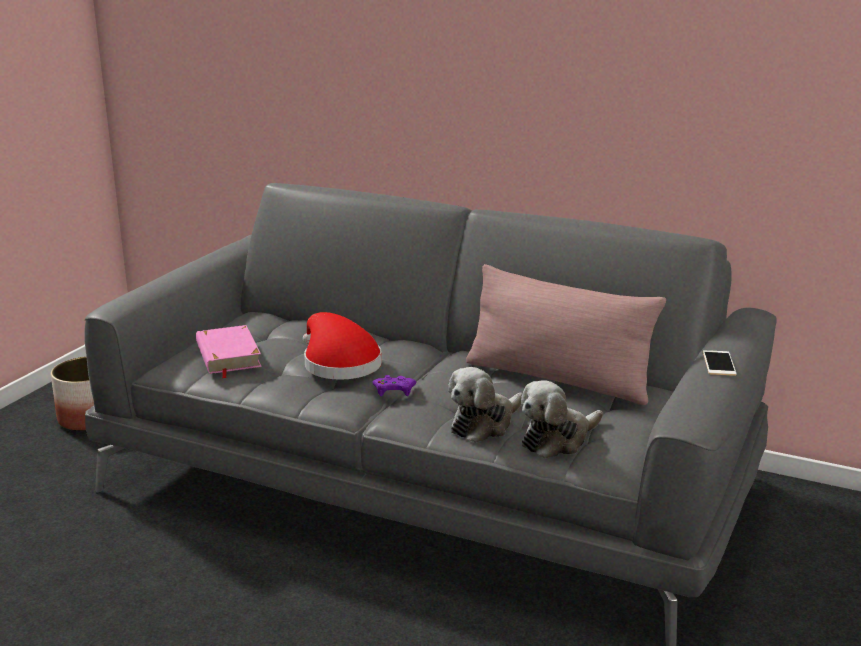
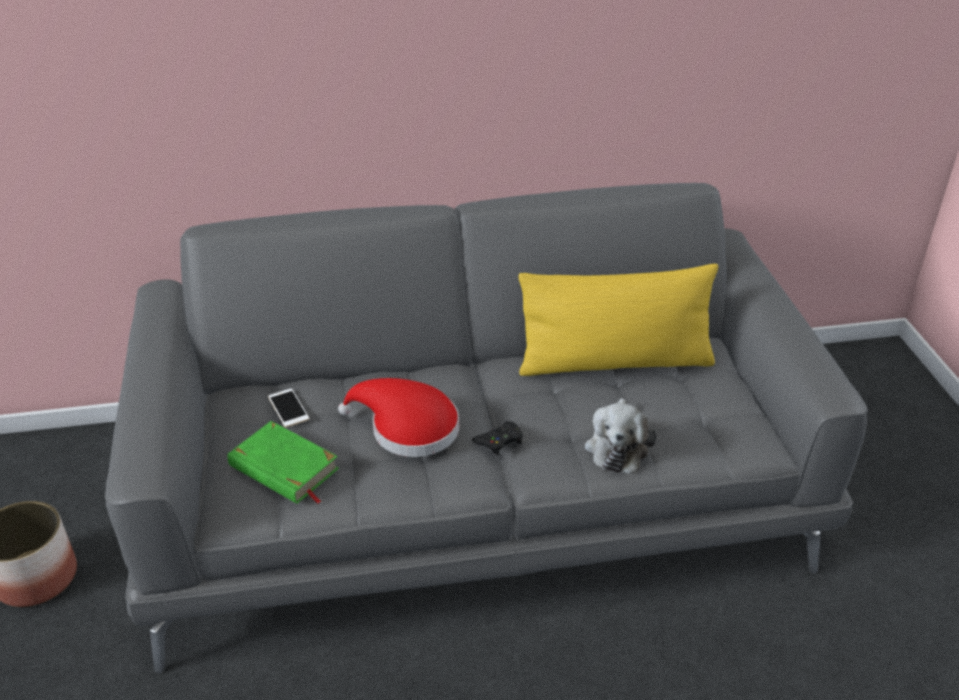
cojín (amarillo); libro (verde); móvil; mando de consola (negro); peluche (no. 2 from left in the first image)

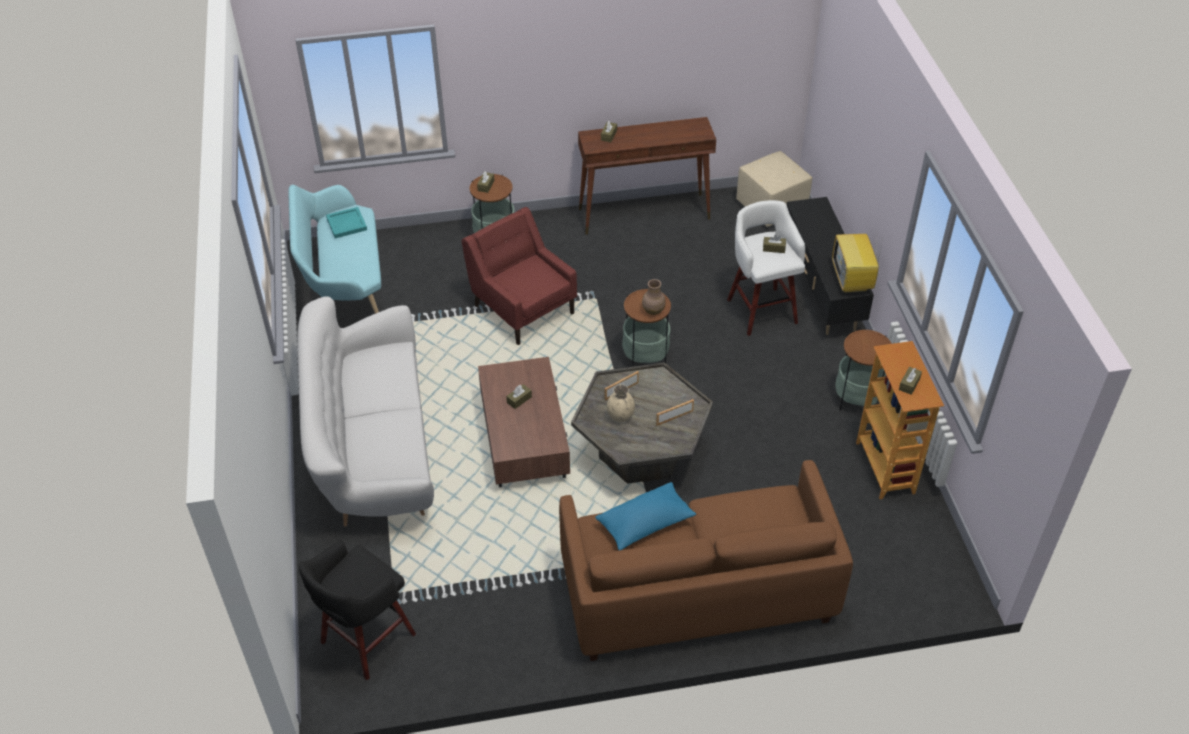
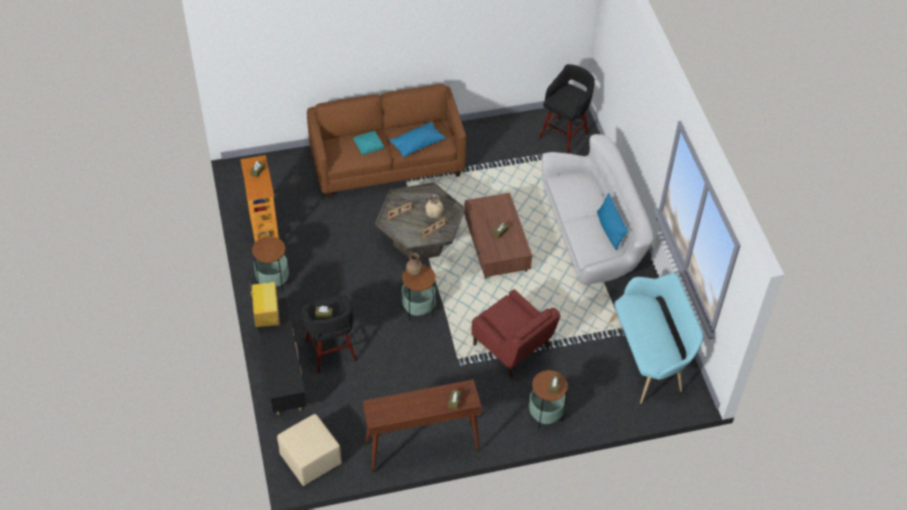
taburete (negro) (no. 1 from left); bandeja (turquesa); cojín (azul) (no. 2 from left)

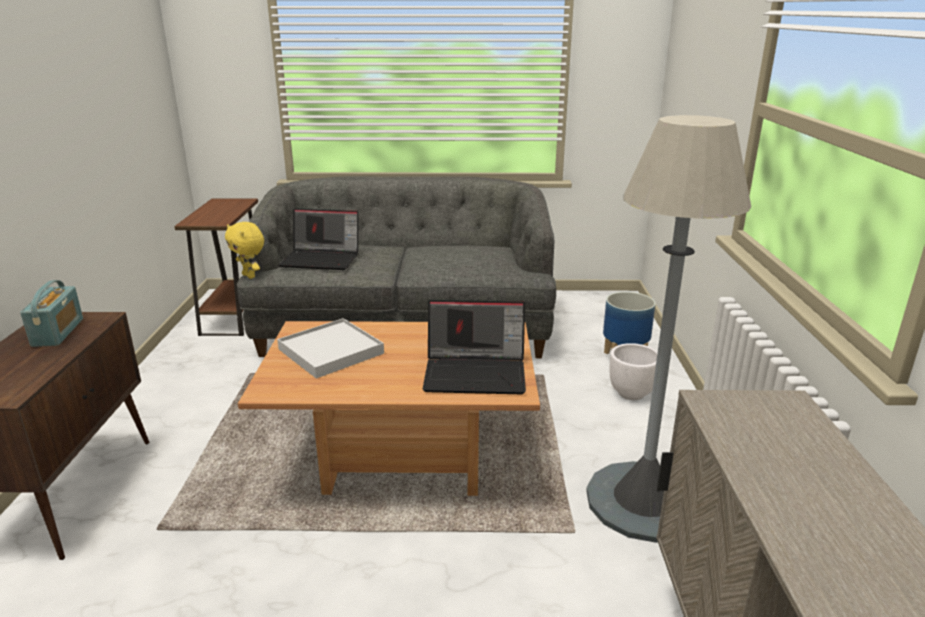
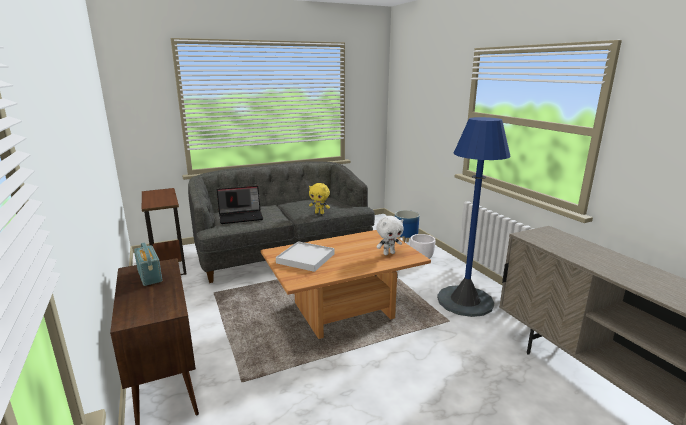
lámpara de pie (azul); peluche (amarillo); peluche (blanco)

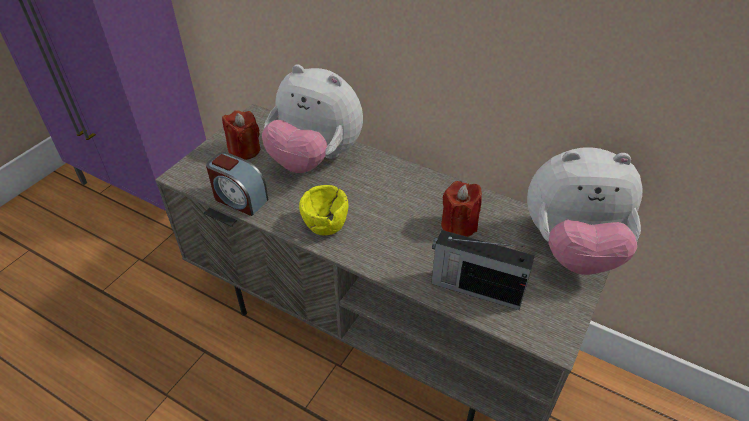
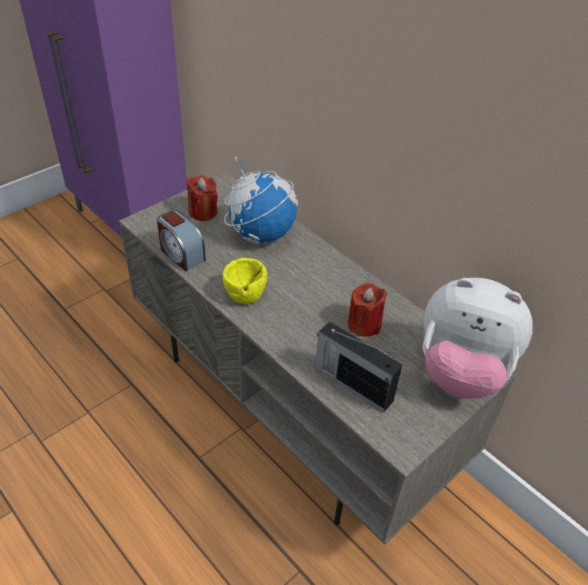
globo terráqueo

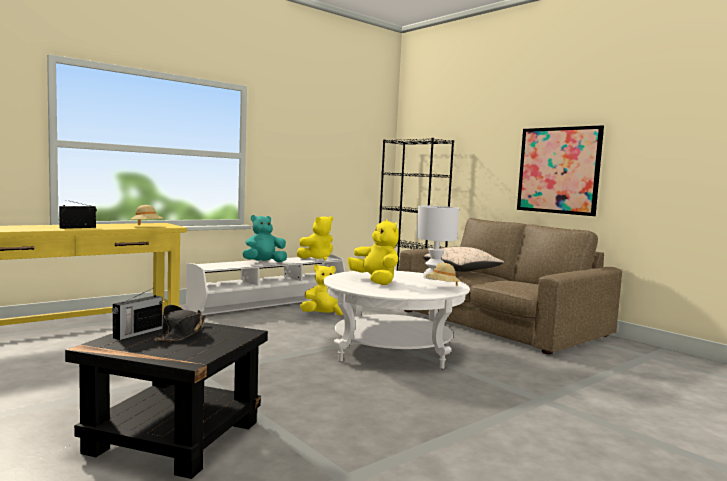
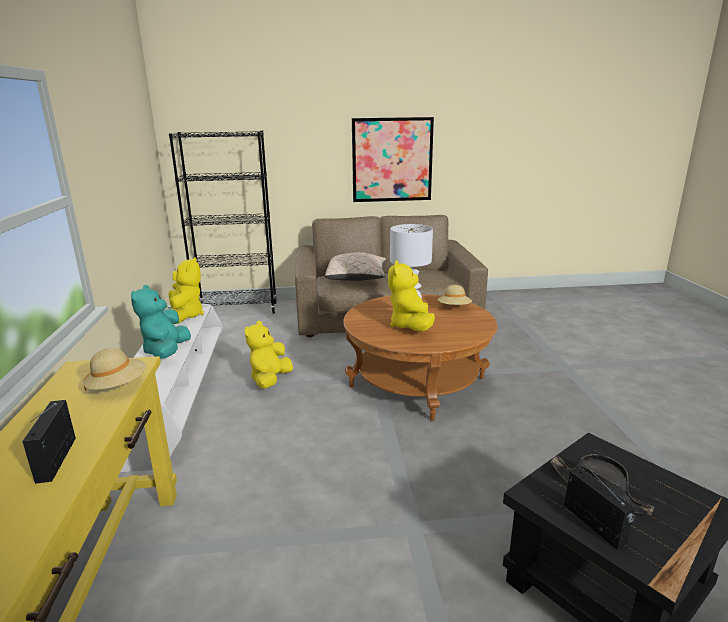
peluche (amarillo) (no. 3 from left); mesa de centro (marrón)

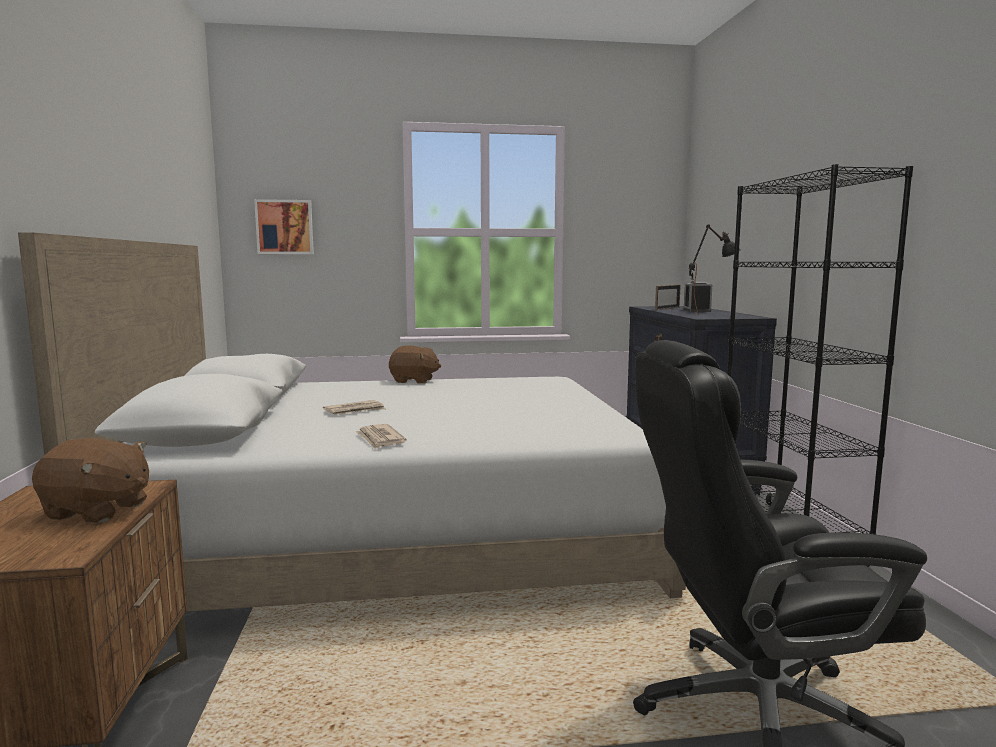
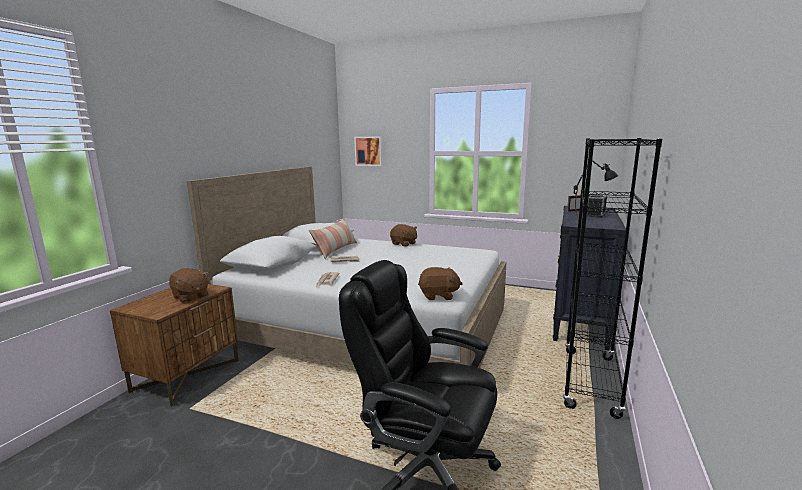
cojín; peluche (marrón) (no. 3 from left)

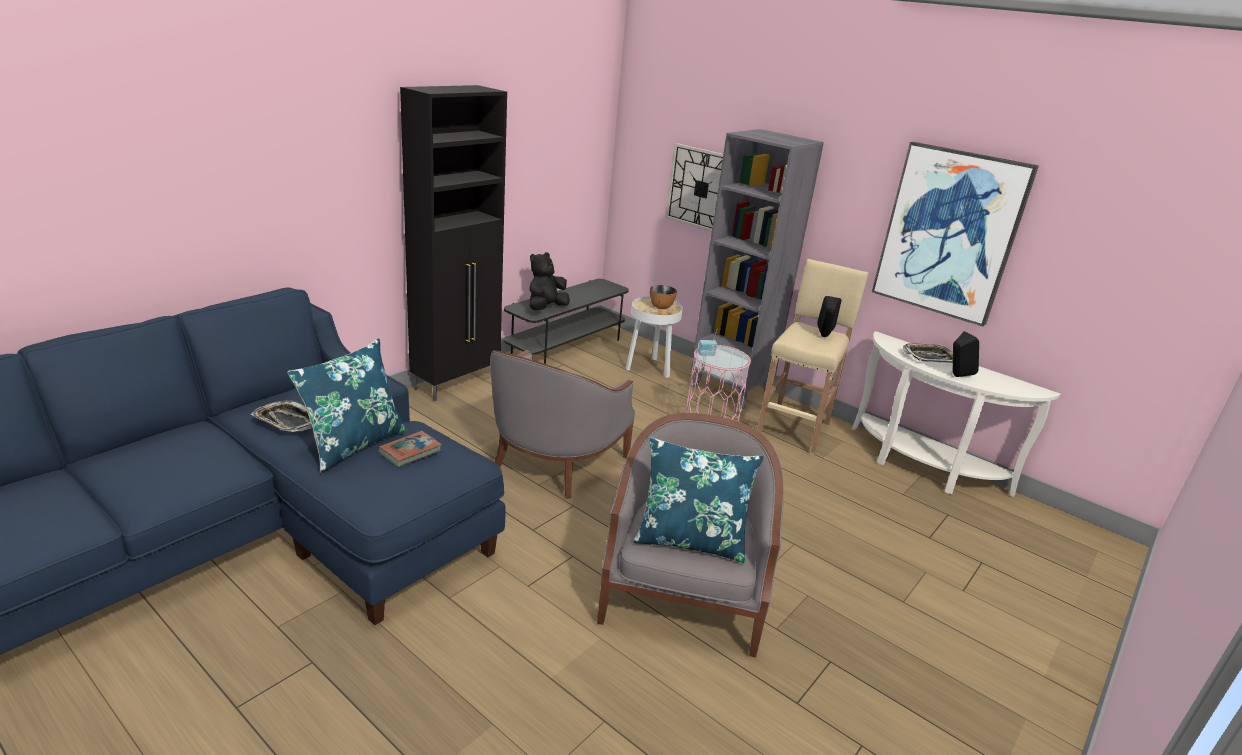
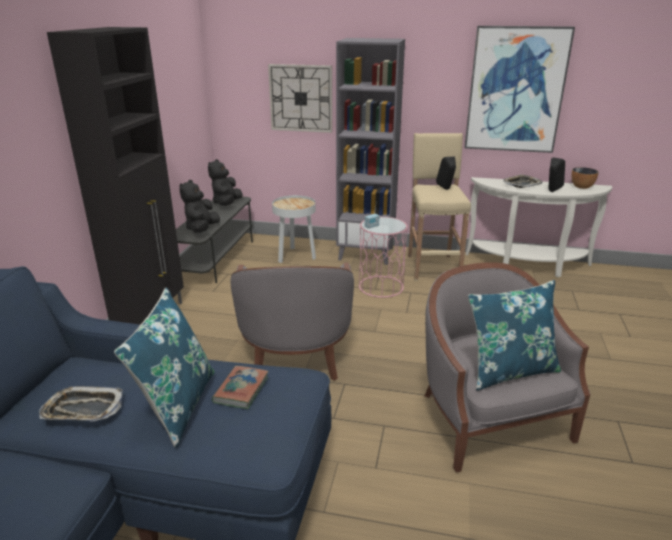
cuenco; peluche (negro) (no. 2 from left)

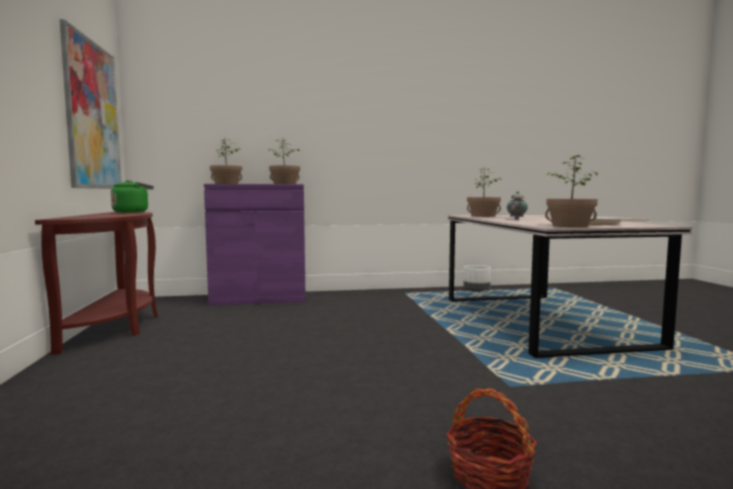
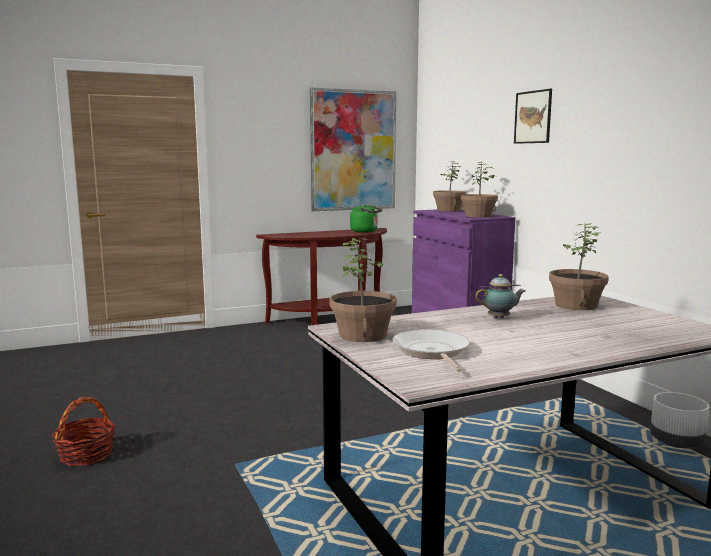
cuadro (no. 2 from left)

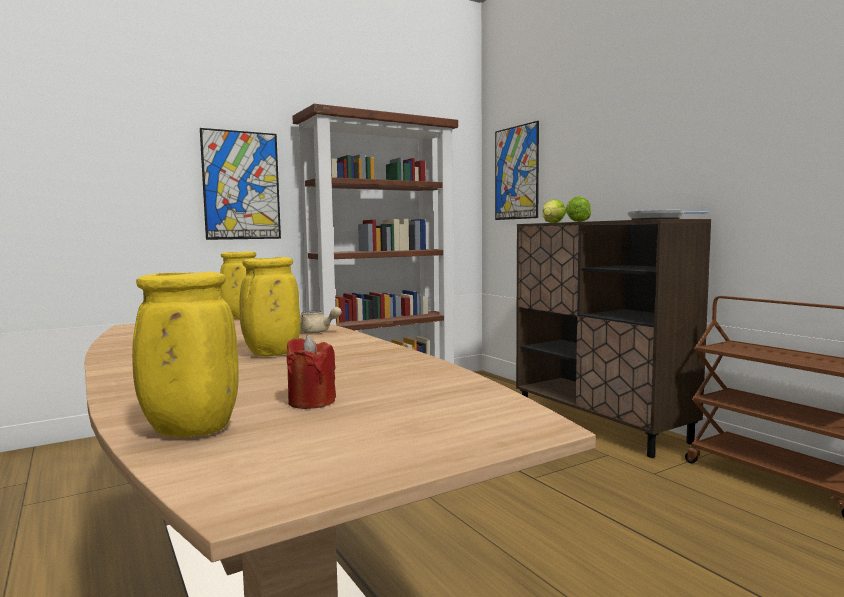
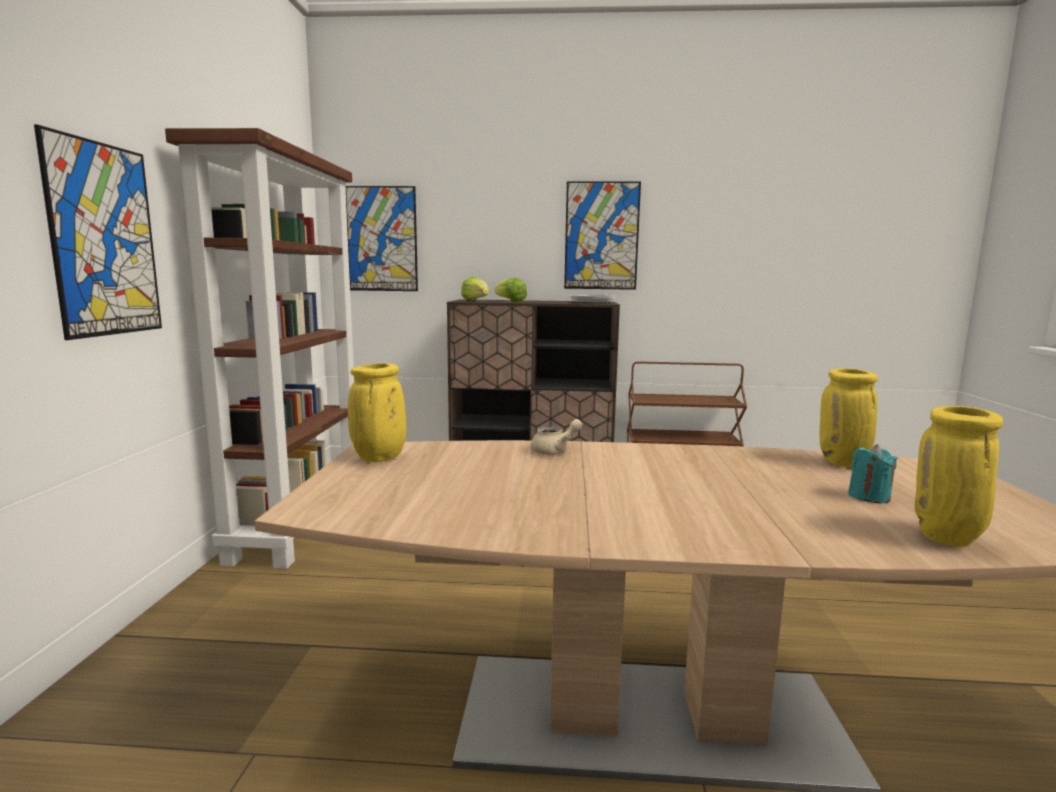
florero (amarillo) (no. 2 from left); vela (turquesa); cuadro (no. 3 from left)

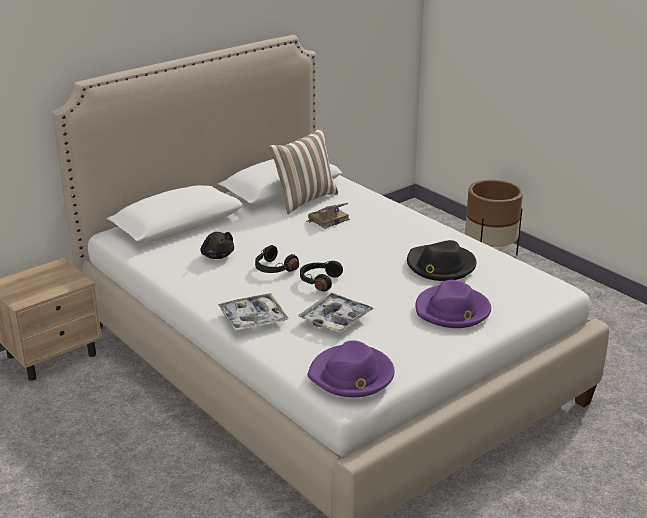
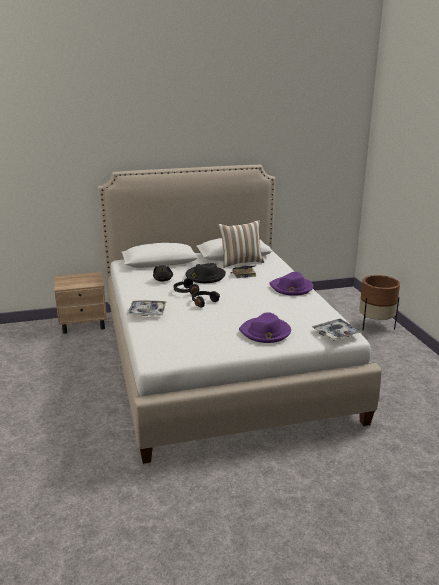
sombrero (negro); bandeja (no. 2 from left); sombrero (morado) (no. 2 from left)

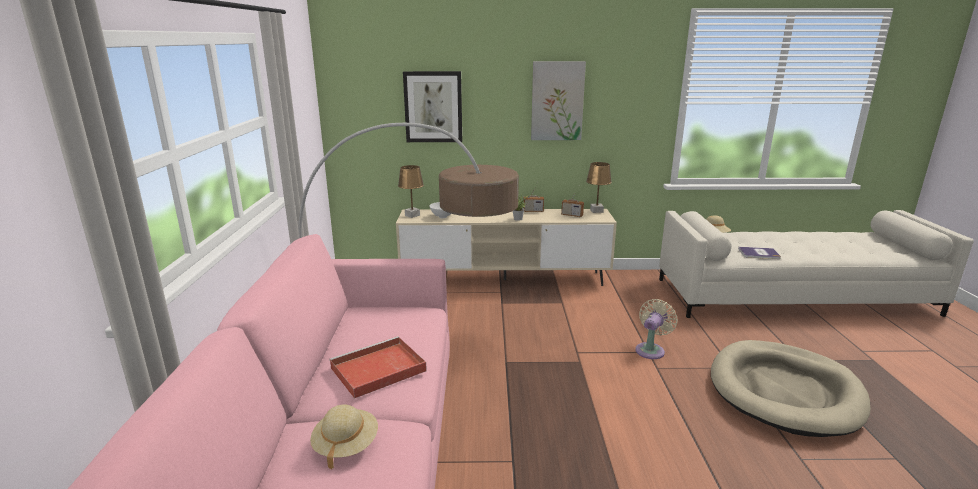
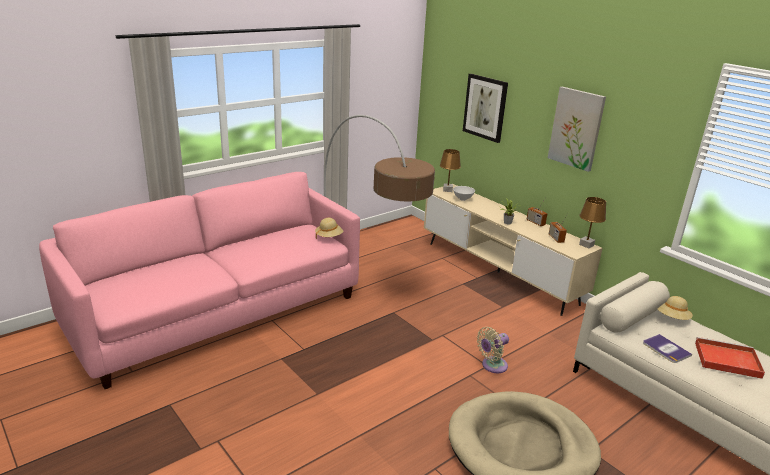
ventilador (beis); bandeja (rojo); sombrero (beis) (no. 1 from left)

